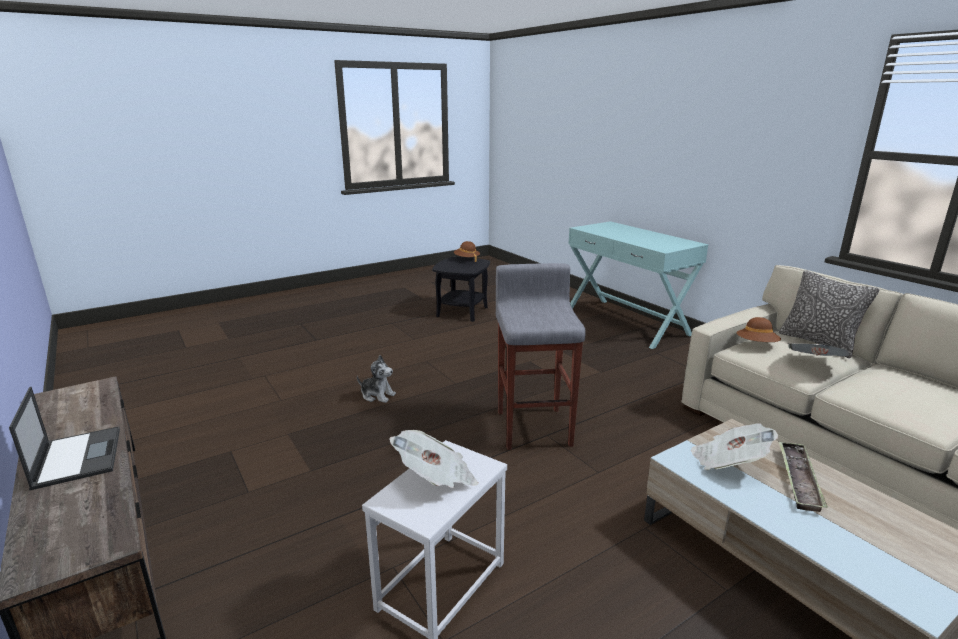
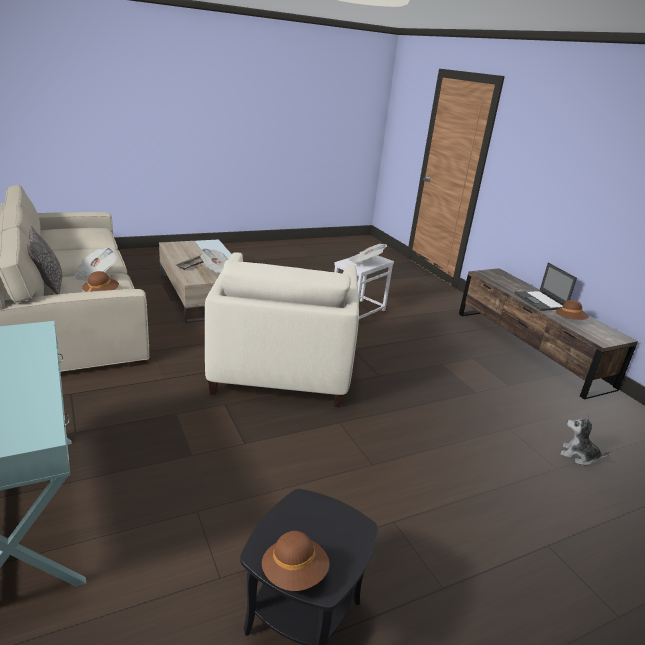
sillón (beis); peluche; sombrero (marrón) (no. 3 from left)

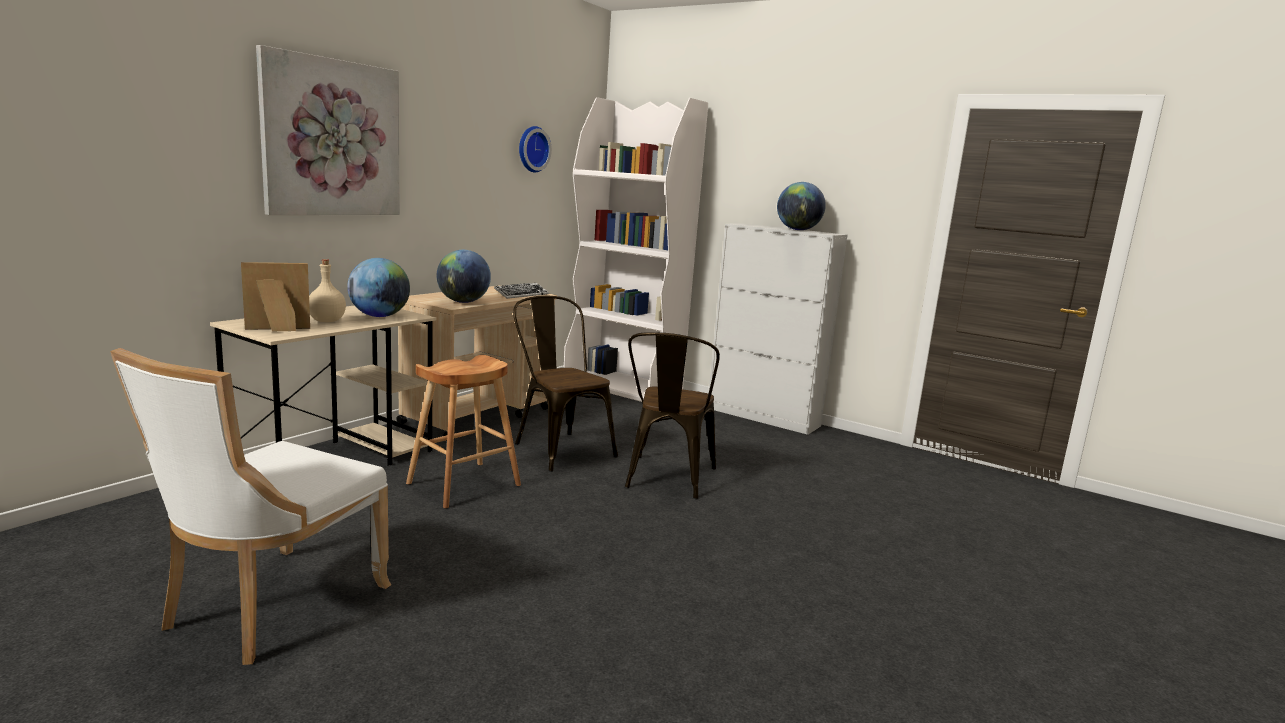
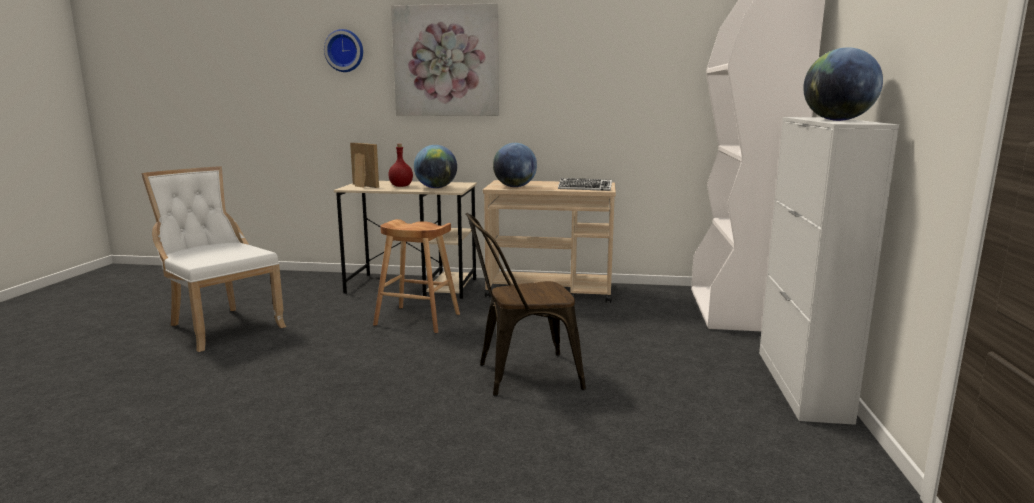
reloj de pared; botella (rojo); silla (marrón) (no. 1 from left in the first image); silla (blanco)

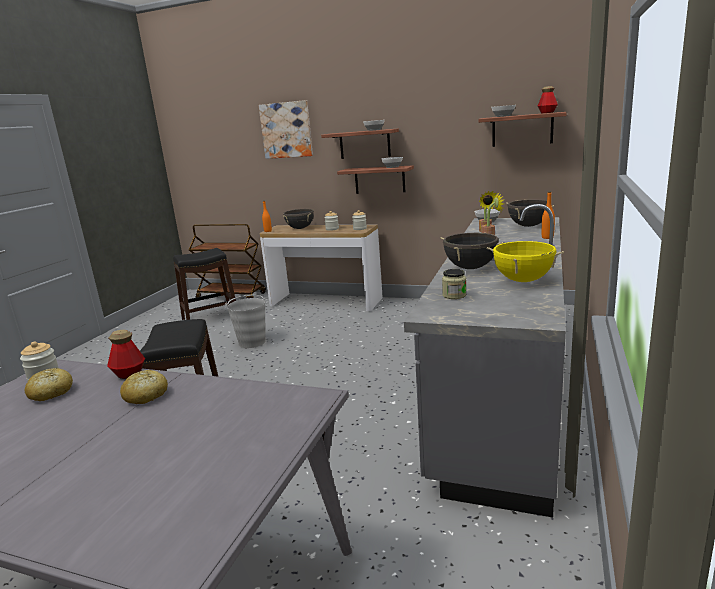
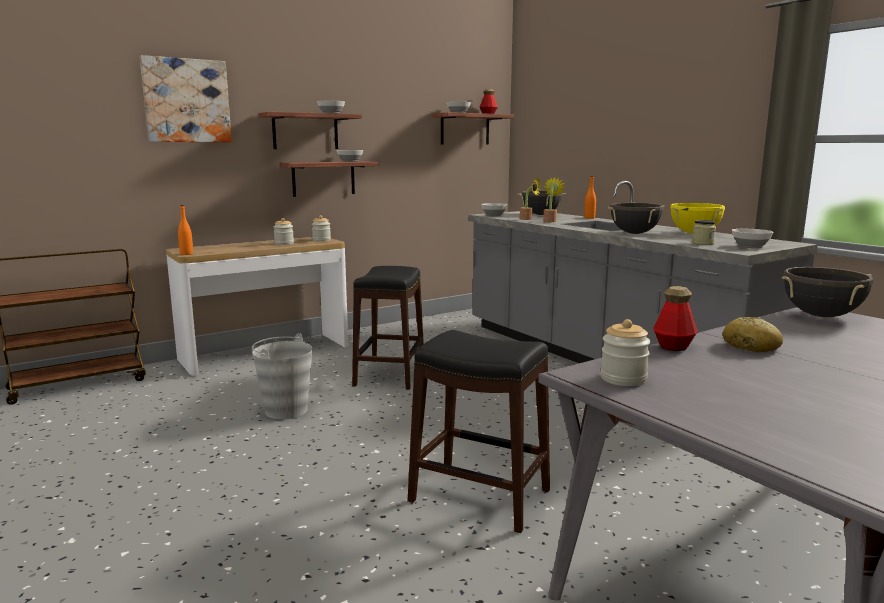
olla (negro) (no. 3 from left); taburete (negro) (no. 1 from left); pan (no. 1 from left in the first image); cuenco (no. 5 from left)

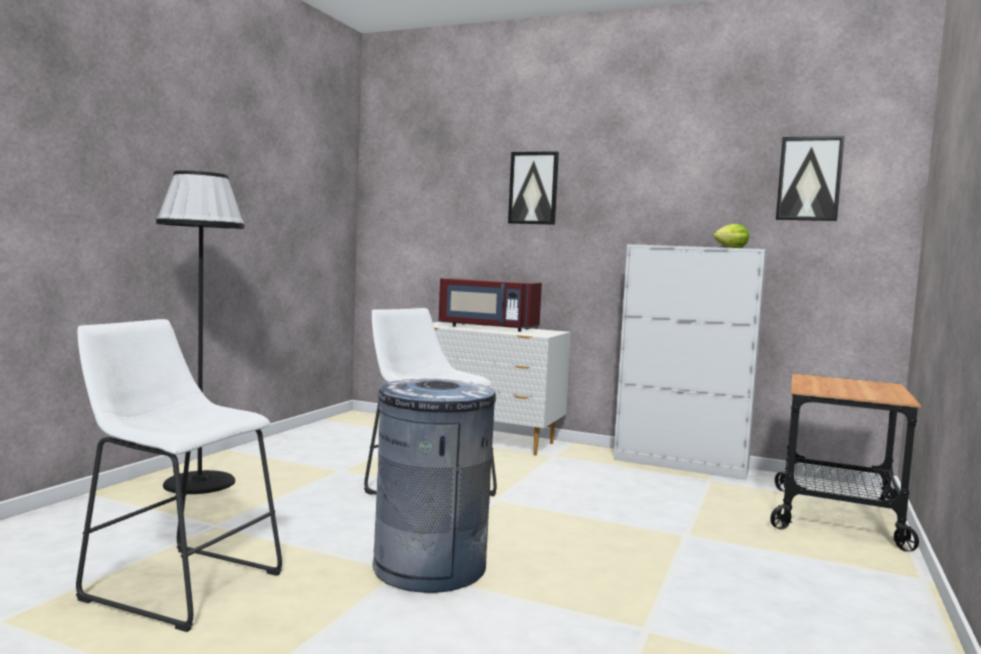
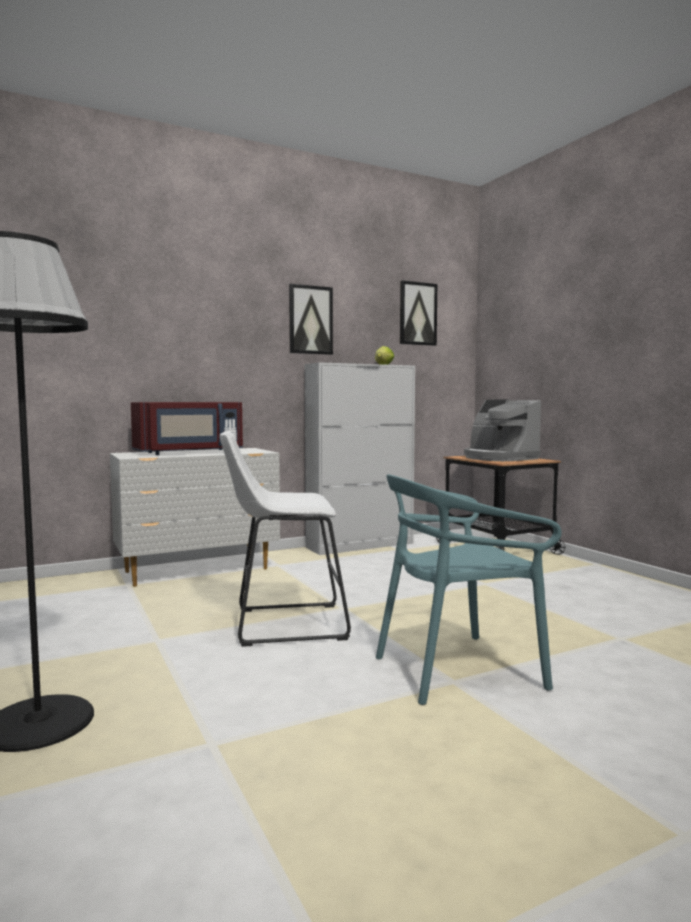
cuadro (no. 1 from left); taburete (blanco) (no. 1 from left in the first image); silla (turquesa); cafetera

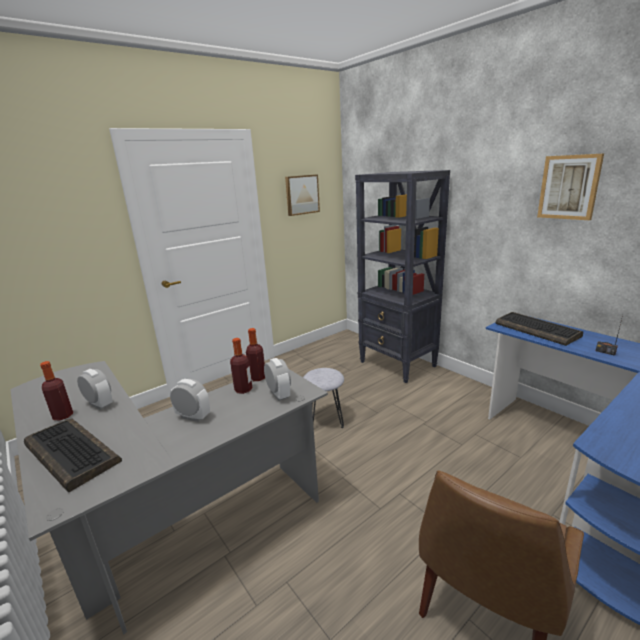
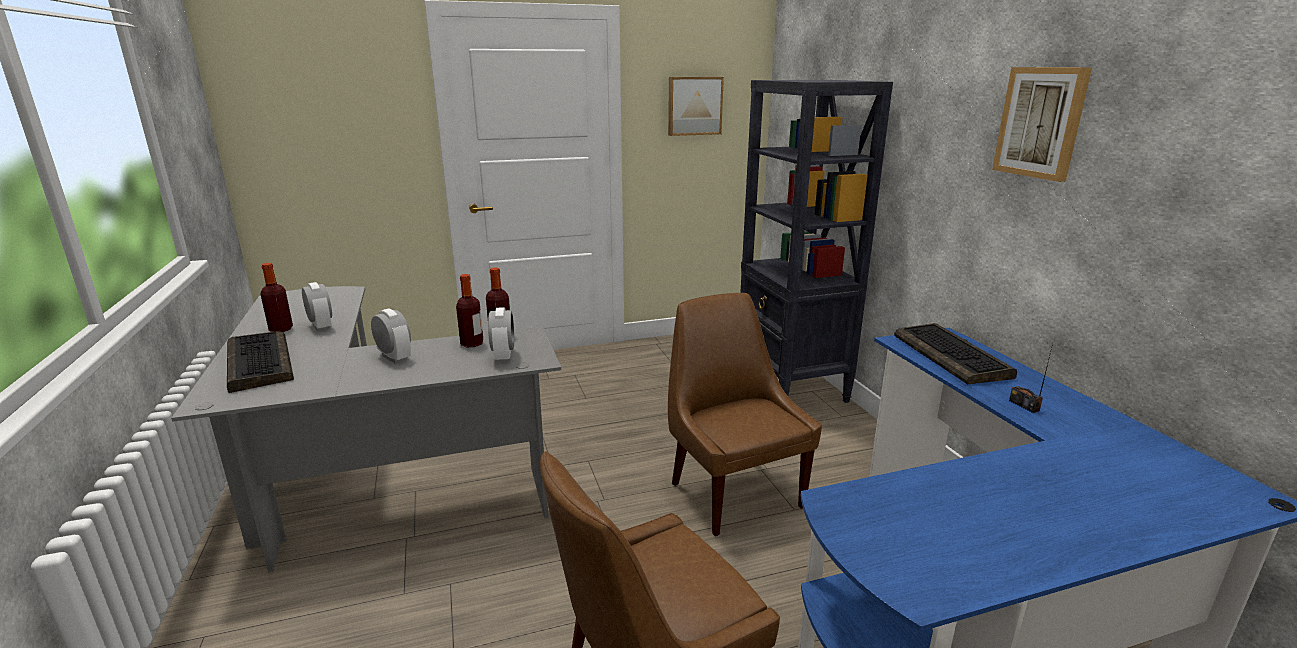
taburete (gris); silla (marrón) (no. 2 from left)

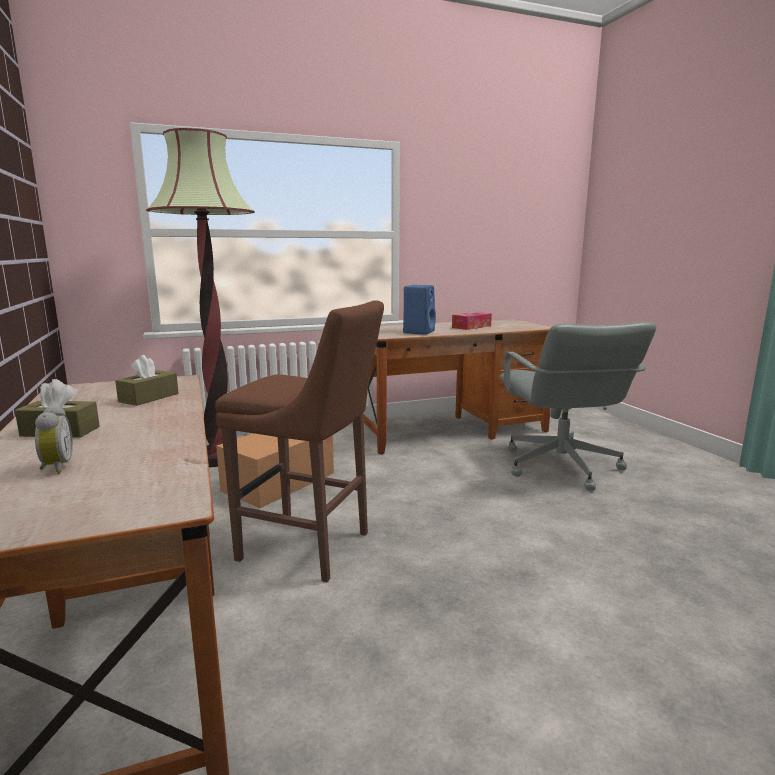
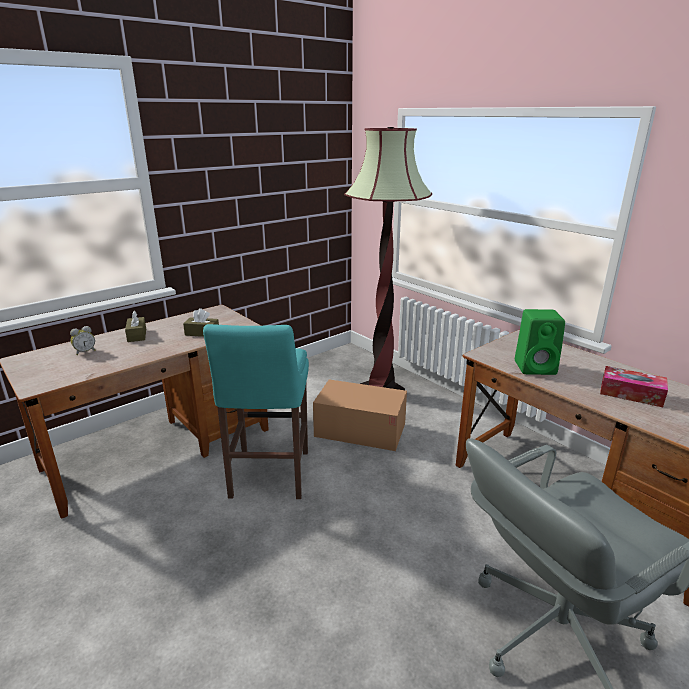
altavoz (verde); taburete (turquesa)

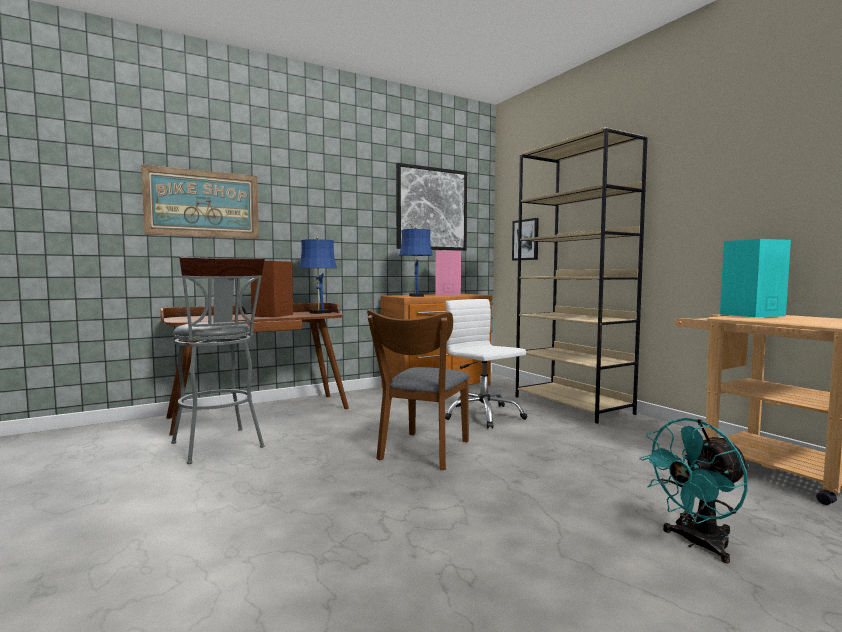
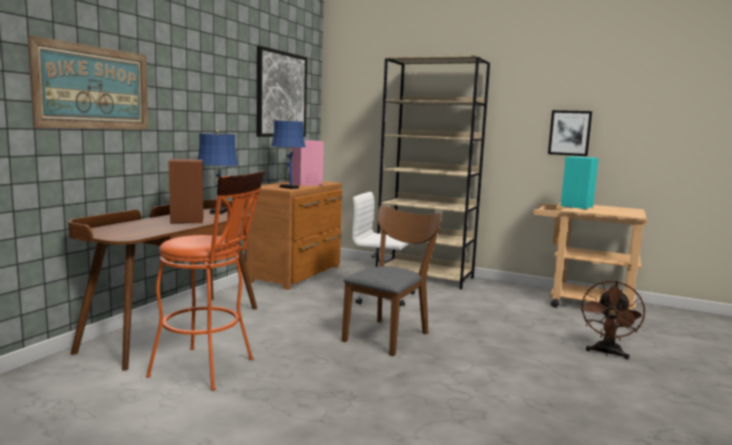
cuadro (no. 3 from left); taburete (naranja); silla (marrón); ventilador (marrón)

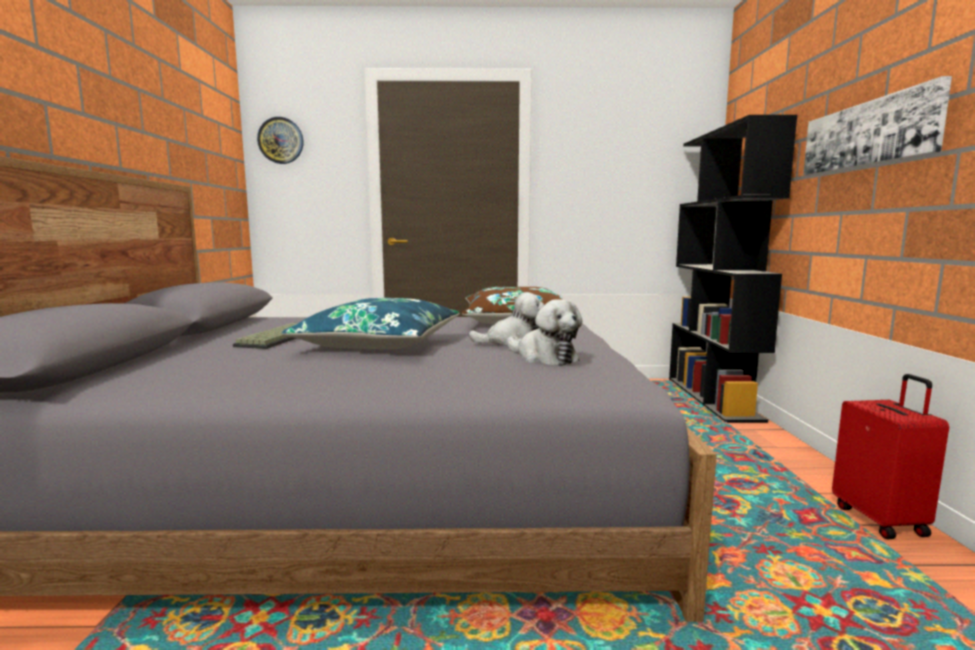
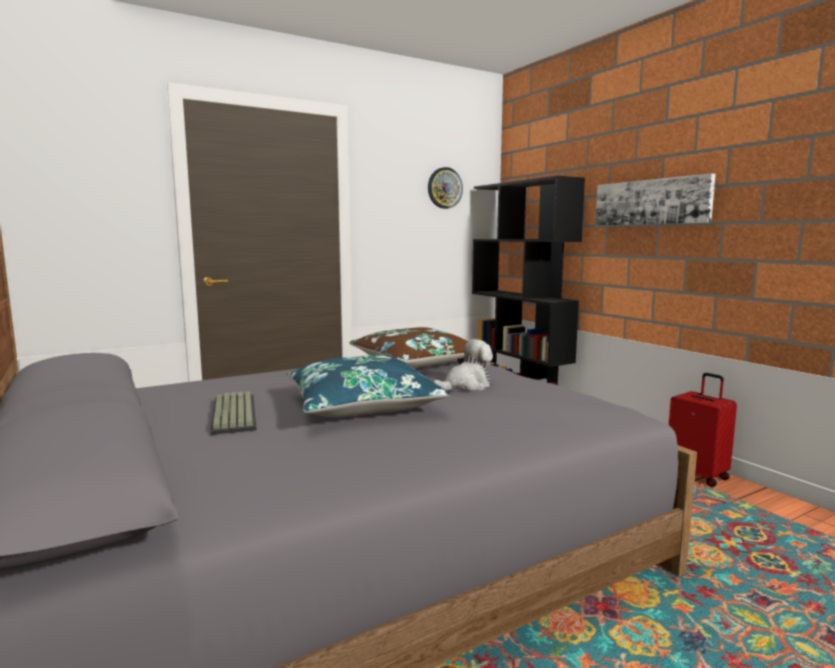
reloj de pared; peluche (no. 2 from left in the first image)

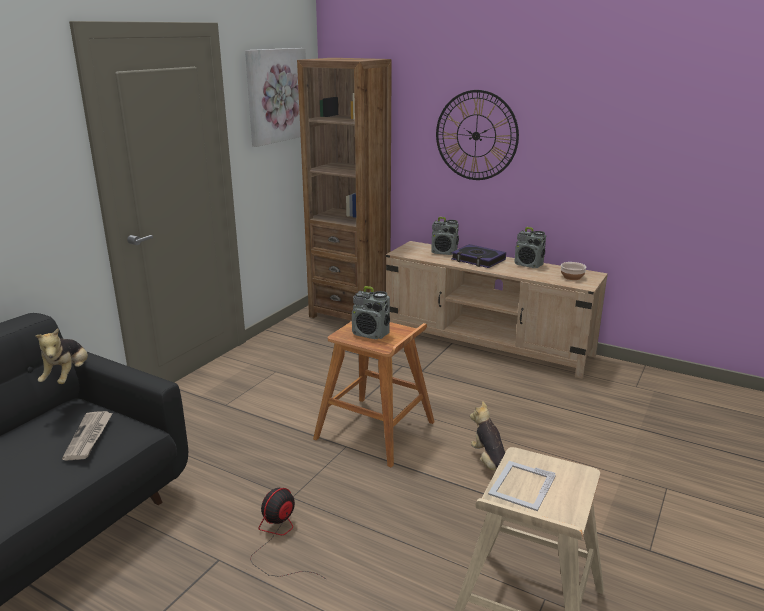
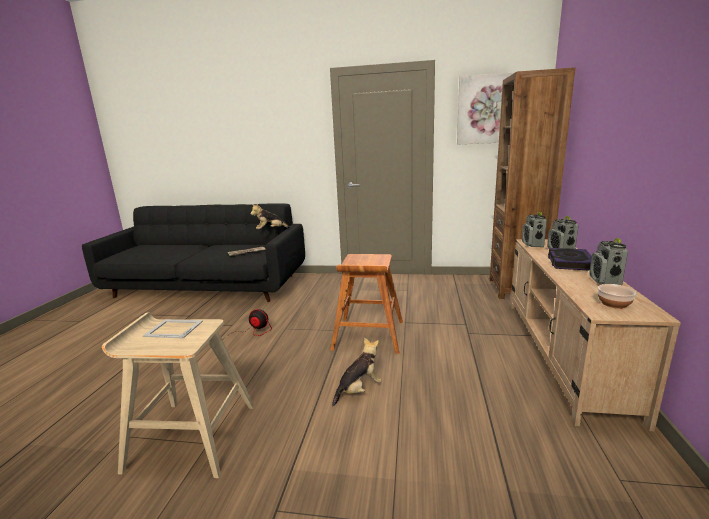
reloj de pared; radio (no. 1 from left)

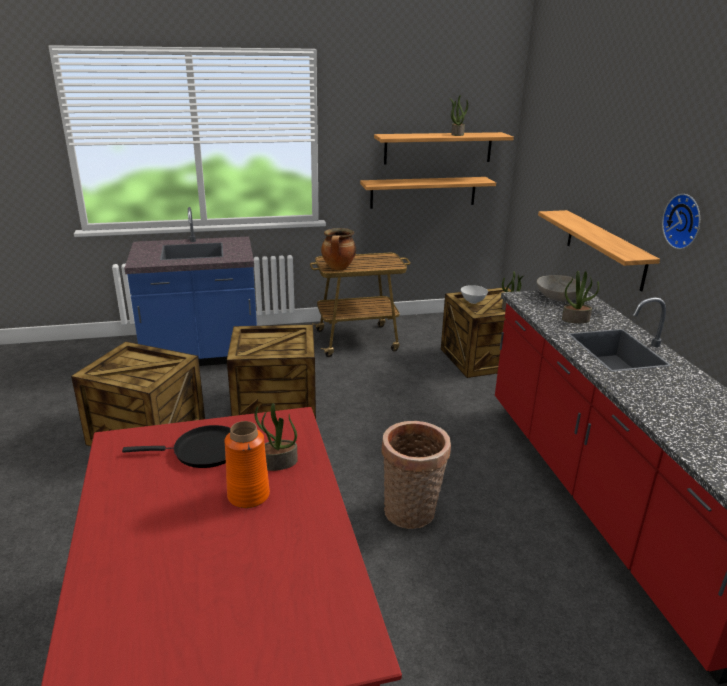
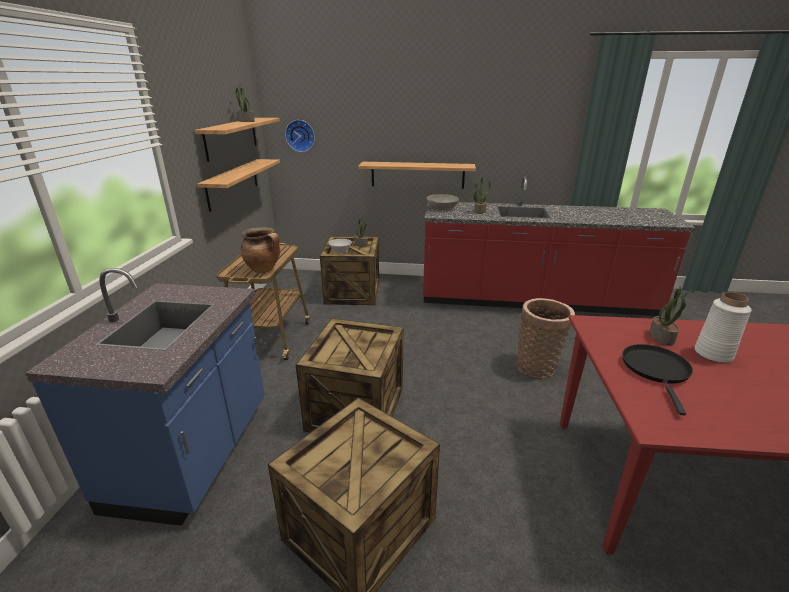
reloj de pared; florero (blanco)

